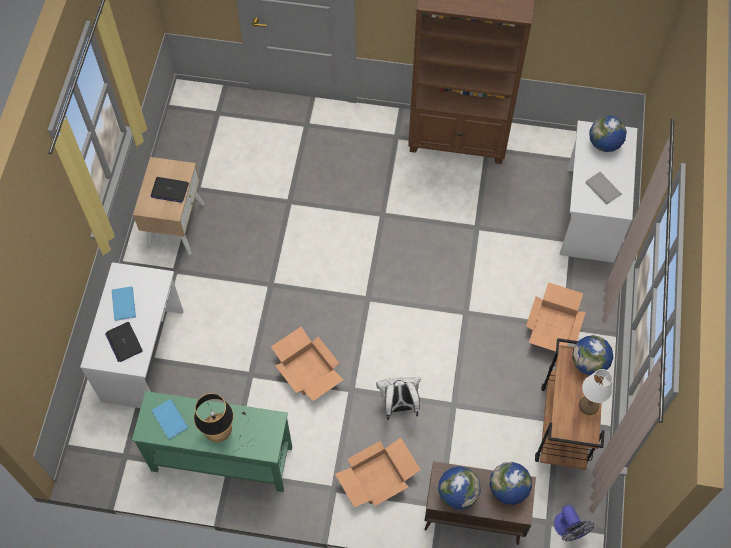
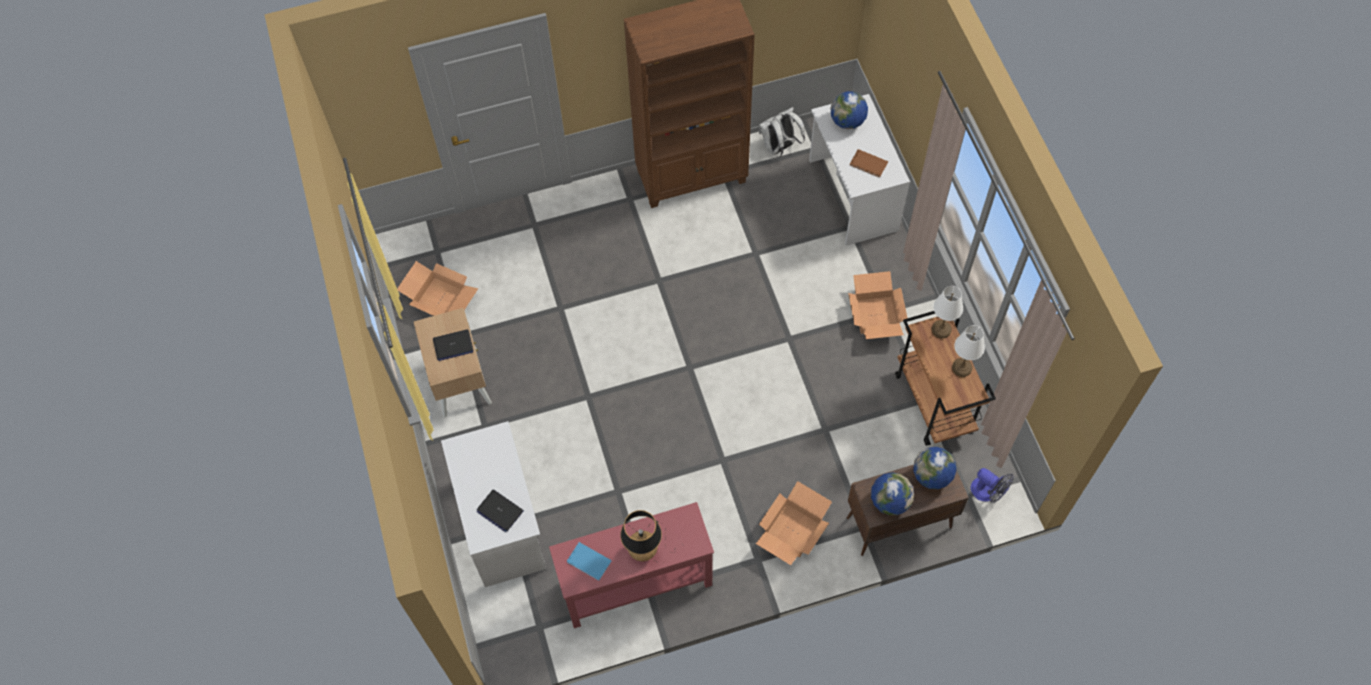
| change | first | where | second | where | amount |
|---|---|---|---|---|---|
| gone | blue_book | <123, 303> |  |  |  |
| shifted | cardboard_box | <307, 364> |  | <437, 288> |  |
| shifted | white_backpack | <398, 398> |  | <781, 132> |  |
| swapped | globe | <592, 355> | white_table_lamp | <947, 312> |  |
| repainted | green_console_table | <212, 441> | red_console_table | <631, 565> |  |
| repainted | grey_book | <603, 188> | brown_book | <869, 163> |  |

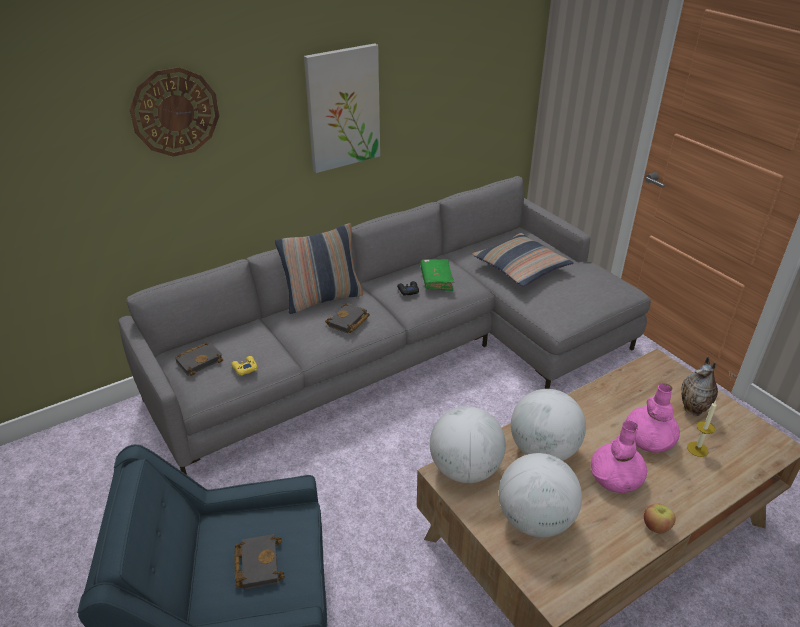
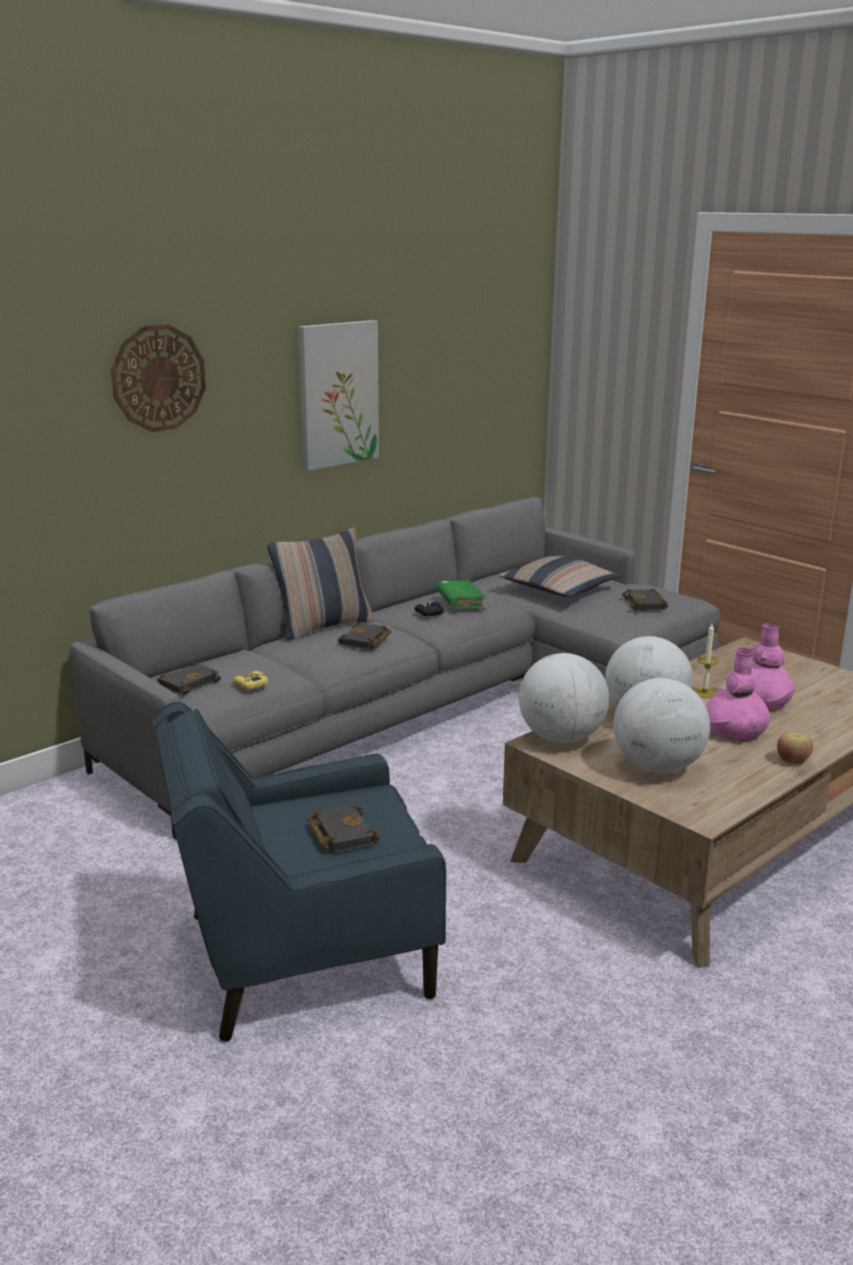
| change | first | where | second | where | amount |
|---|---|---|---|---|---|
| gone | vase | <699, 386> |  |  |  |
| new |  |  | black_book | <645, 600> |  |
| shifted | candle | <701, 429> |  | <706, 661> |  |

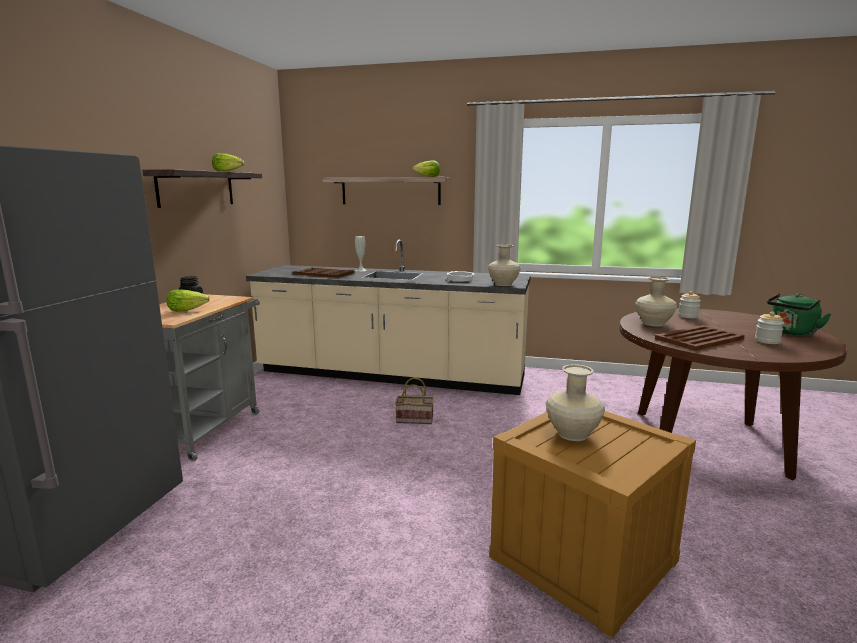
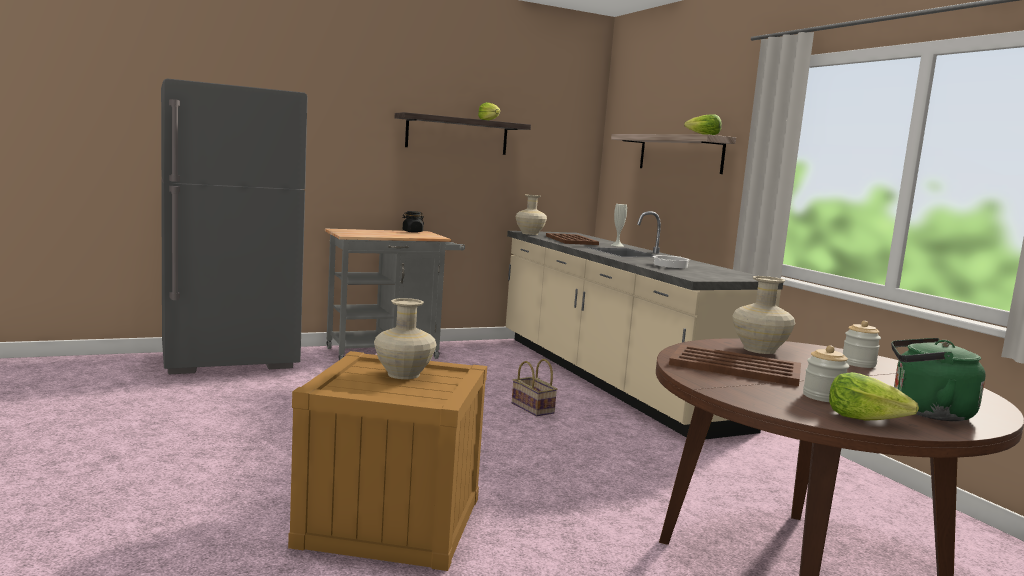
| change | first | where | second | where | amount |
|---|---|---|---|---|---|
| shifted | lettuce | <188, 300> |  | <874, 396> |  |
| shifted | beige_vase | <504, 265> |  | <531, 215> |  |

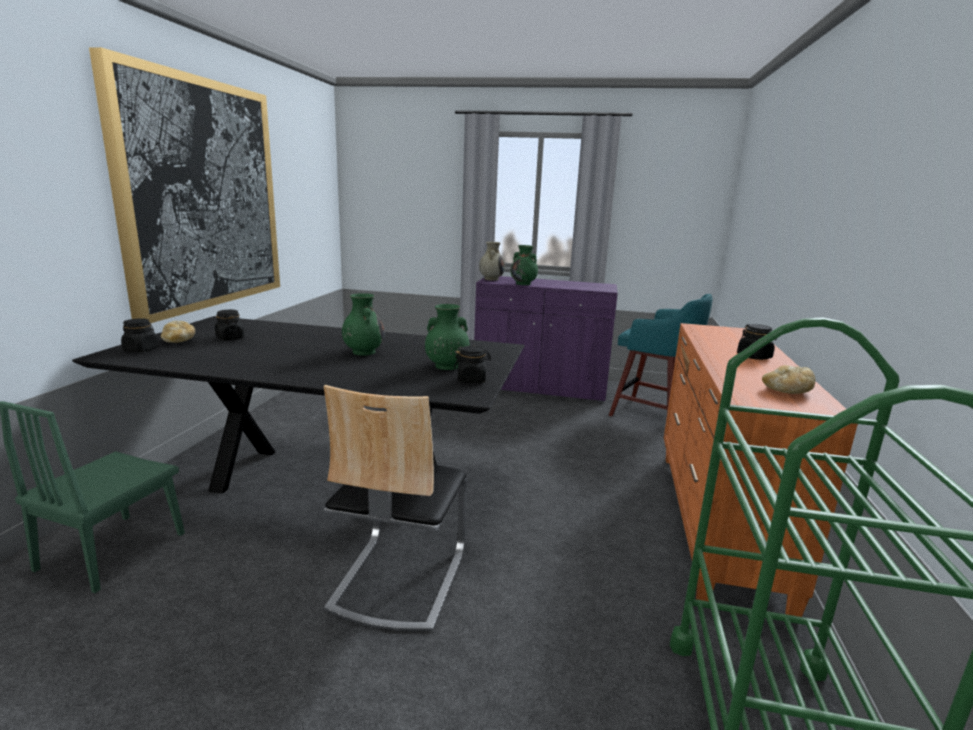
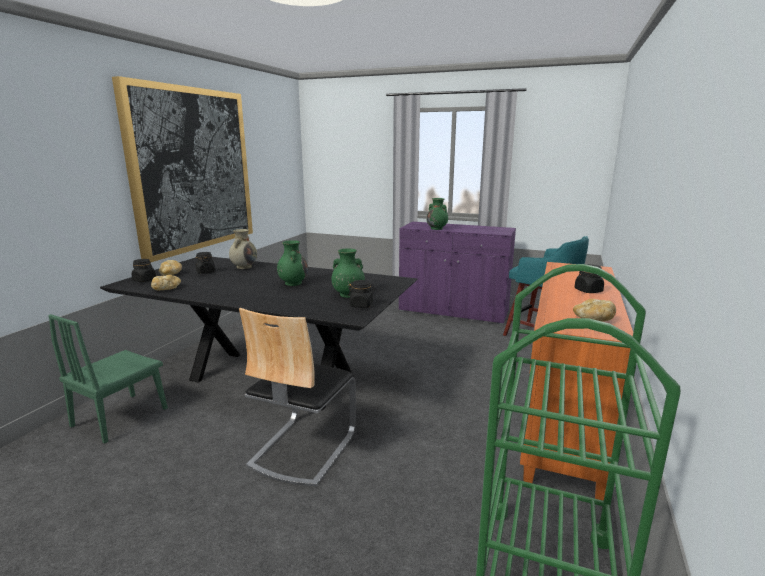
| change | first | where | second | where | amount |
|---|---|---|---|---|---|
| new |  |  | bread | <166, 282> |  |
| shifted | beige_vase | <492, 261> |  | <243, 249> |  |

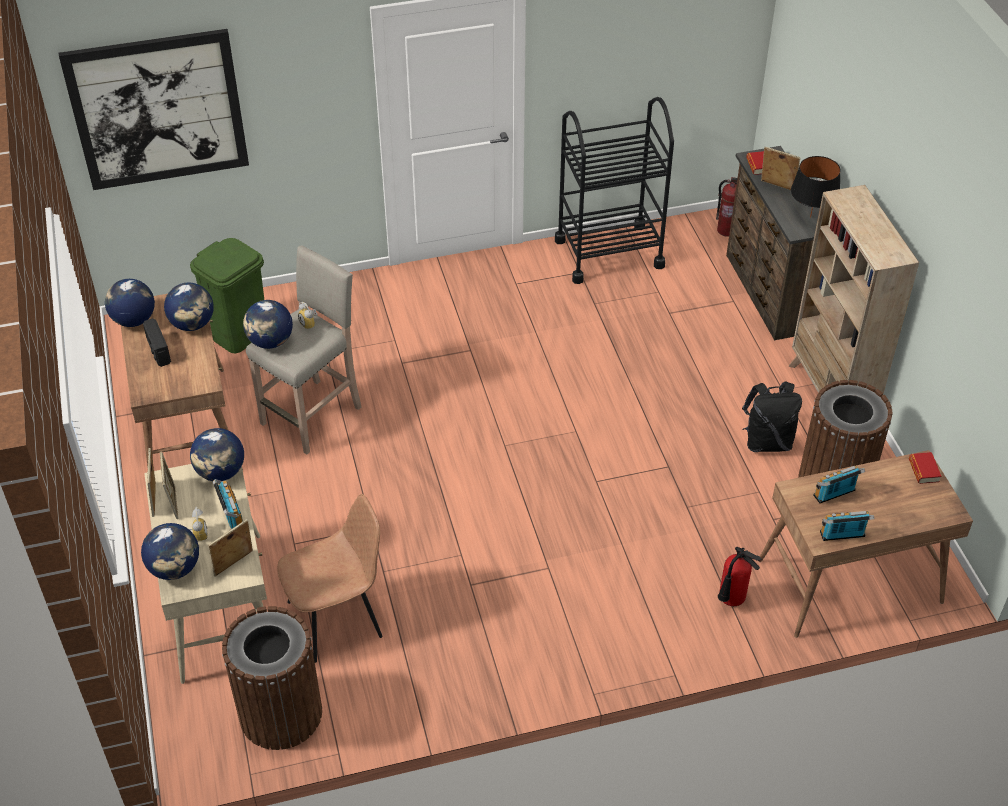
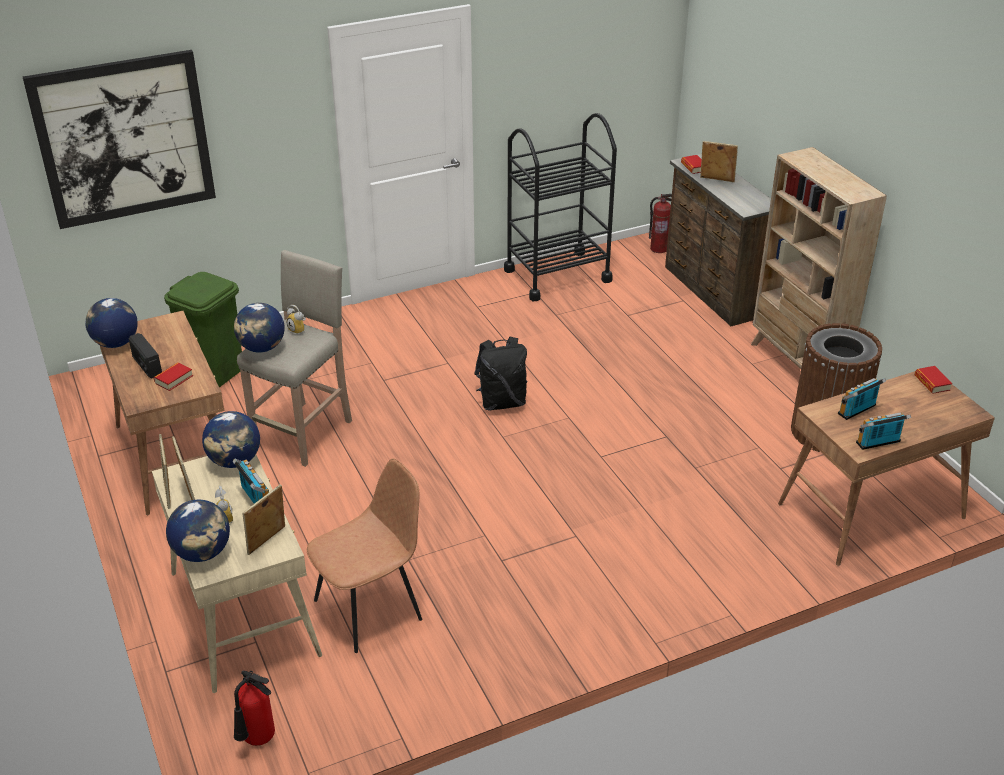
| change | first | where | second | where | amount |
|---|---|---|---|---|---|
| gone | globe | <189, 307> |  |  |  |
| gone | brown_trash_can | <272, 678> |  |  |  |
| gone | black_table_lamp | <816, 187> |  |  |  |
| new |  |  | book | <173, 376> |  |
| shifted | fire_extinguisher | <739, 576> |  | <254, 708> |  |
| shifted | black_backpack | <772, 416> |  | <500, 374> |  |

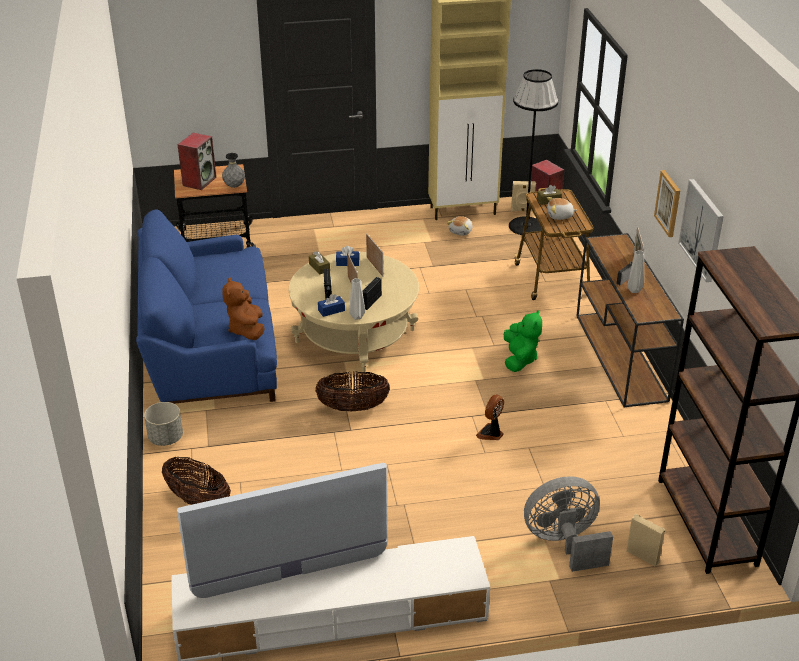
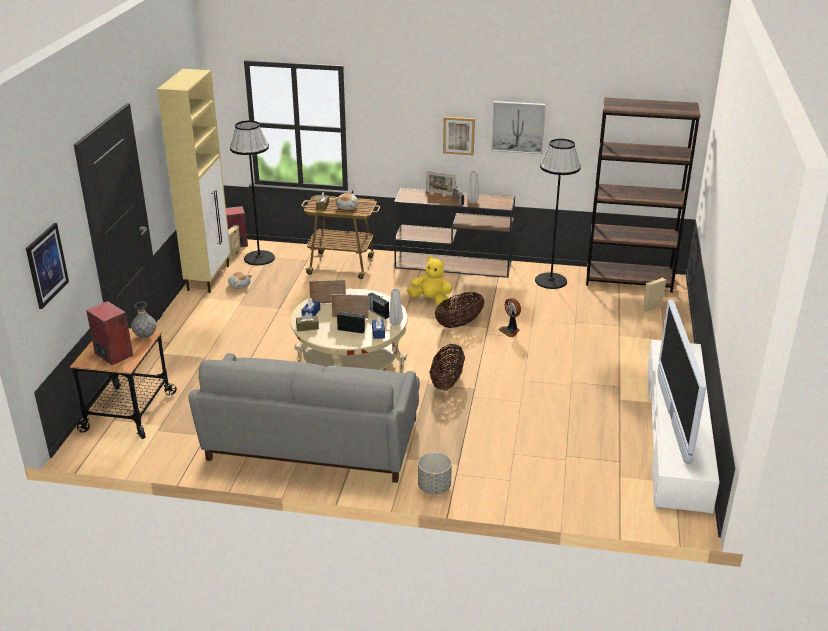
| change | first | where | second | where | amount |
|---|---|---|---|---|---|
| gone | brown_plush_toy | <243, 309> |  |  |  |
| gone | grey_fan | <568, 524> |  |  |  |
| new |  |  | picture | <47, 266> |  |
| new |  |  | black_floor_lamp | <558, 214> |  |
| shifted | basket | <196, 481> |  | <460, 310> |  |
| repainted | blue_sofa | <206, 307> | grey_sofa | <304, 418> |  |
| repainted | green_plush_toy | <523, 341> | yellow_plush_toy | <429, 281> |  |

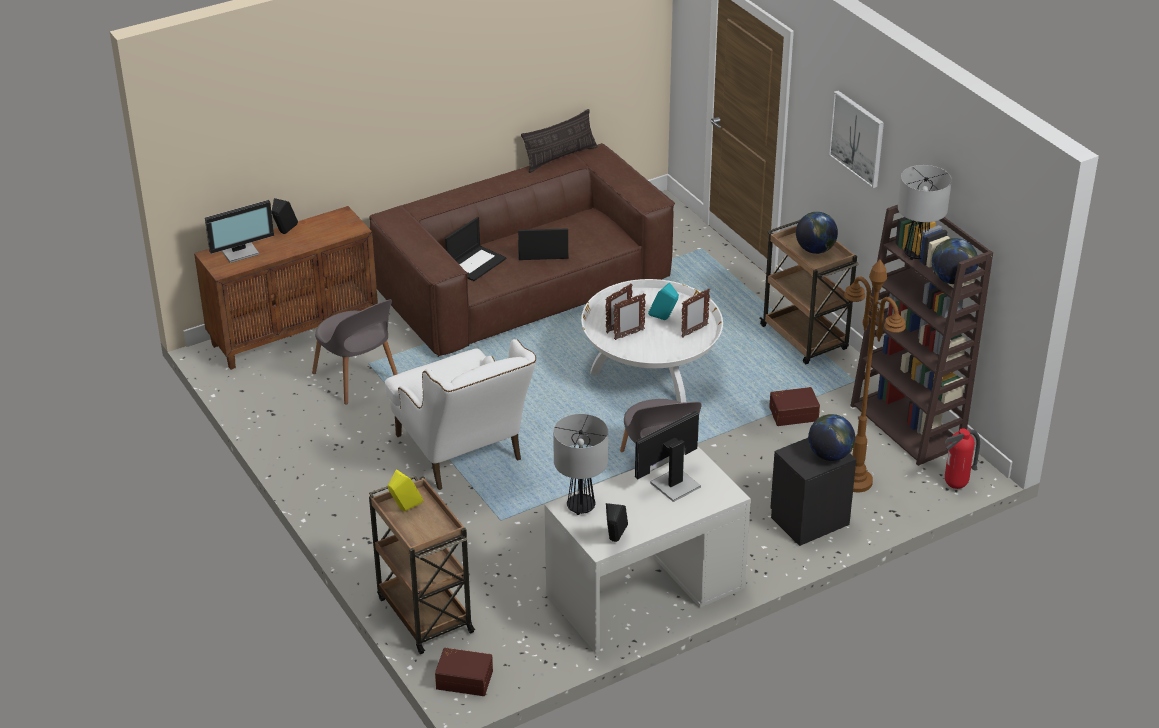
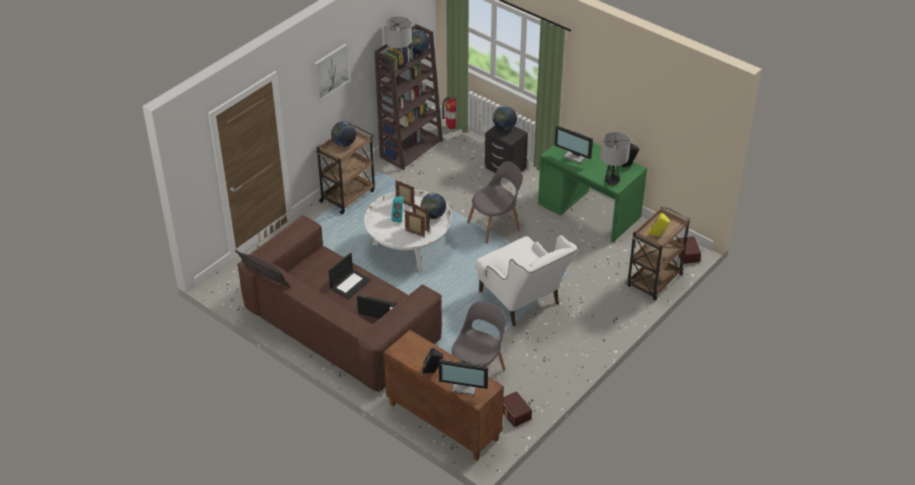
| change | first | where | second | where | amount |
|---|---|---|---|---|---|
| gone | brown_floor_lamp | <875, 376> |  |  |  |
| new |  |  | globe | <433, 206> |  |
| shifted | brown_storage_box | <794, 406> |  | <517, 409> |  |
| repainted | white_desk | <647, 549> | green_desk | <592, 192> |  |
| rotated | monitor | <239, 231> |  | <463, 377> | 150 degrees clockwise |
| rotated | white_armchair | <460, 414> |  | <526, 280> | 105 degrees clockwise |
| rotated | laptop | <543, 244> |  | <350, 276> | 120 degrees counterclockwise |

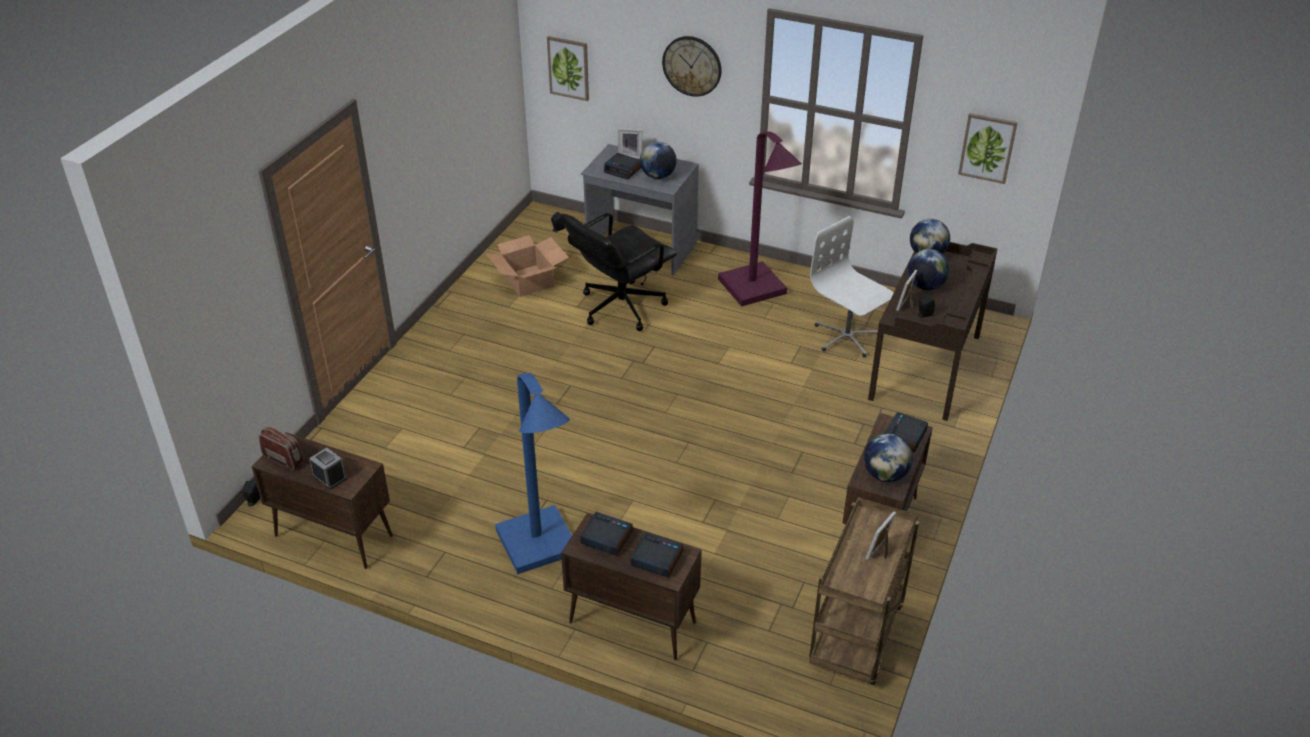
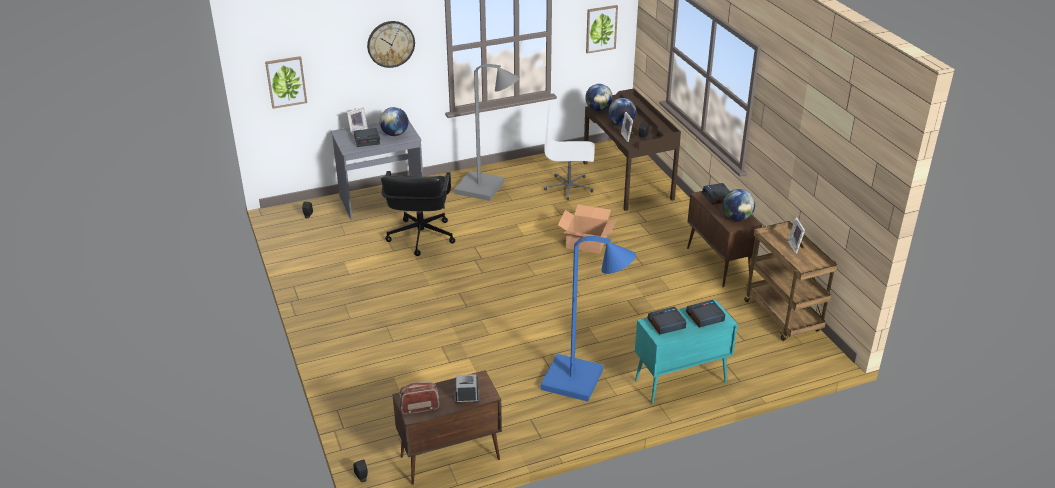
| change | first | where | second | where | amount |
|---|---|---|---|---|---|
| shifted | cardboard_box | <527, 266> |  | <587, 229> |  |
| repainted | brown_cabinet | <631, 586> | turquoise_cabinet | <686, 352> |  |
| repainted | purple_floor_lamp | <760, 219> | grey_floor_lamp | <487, 132> |  |

